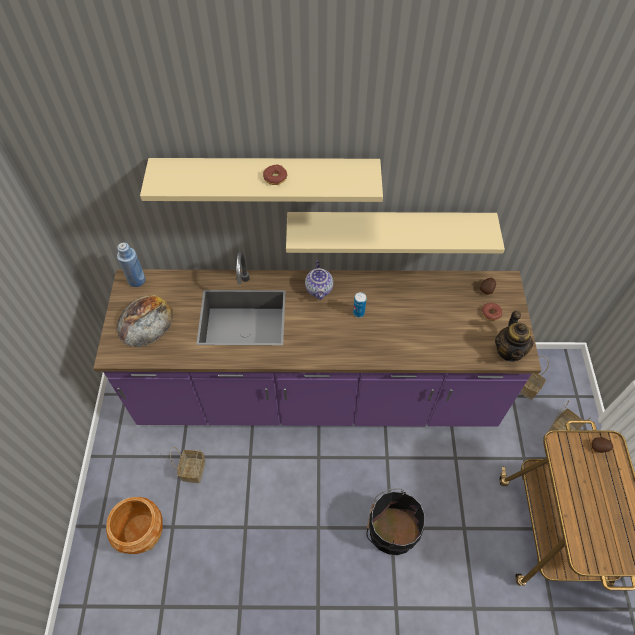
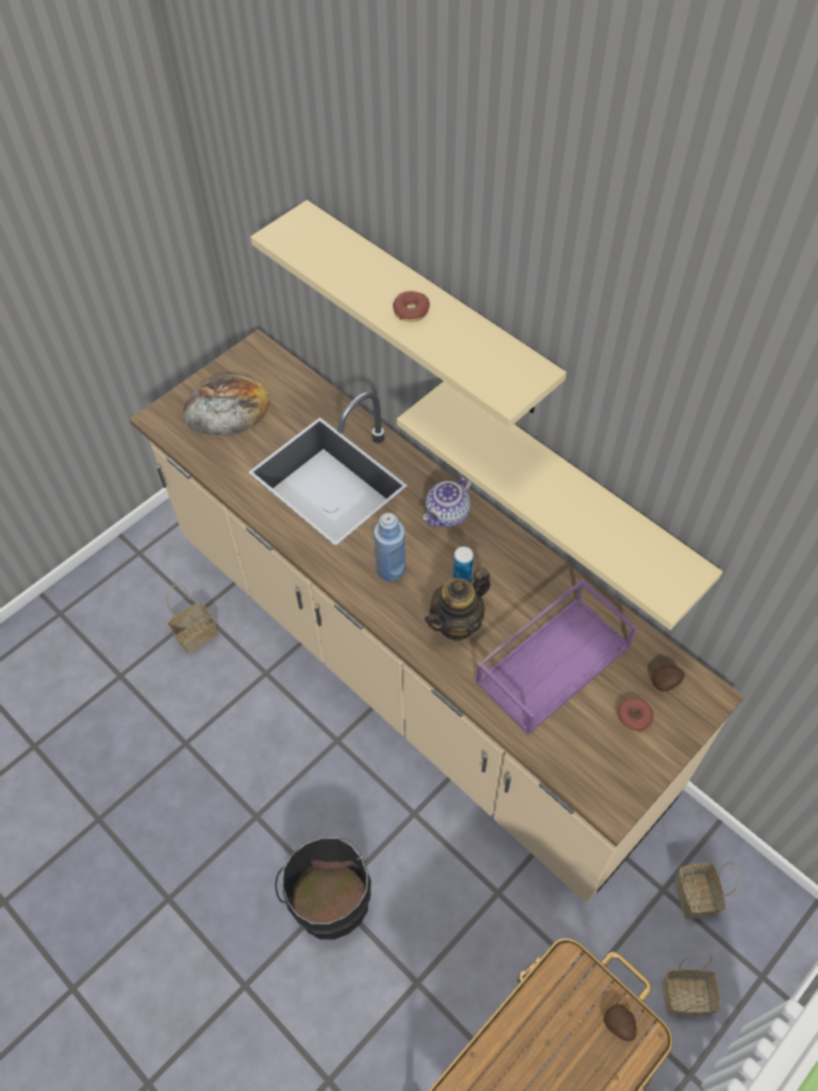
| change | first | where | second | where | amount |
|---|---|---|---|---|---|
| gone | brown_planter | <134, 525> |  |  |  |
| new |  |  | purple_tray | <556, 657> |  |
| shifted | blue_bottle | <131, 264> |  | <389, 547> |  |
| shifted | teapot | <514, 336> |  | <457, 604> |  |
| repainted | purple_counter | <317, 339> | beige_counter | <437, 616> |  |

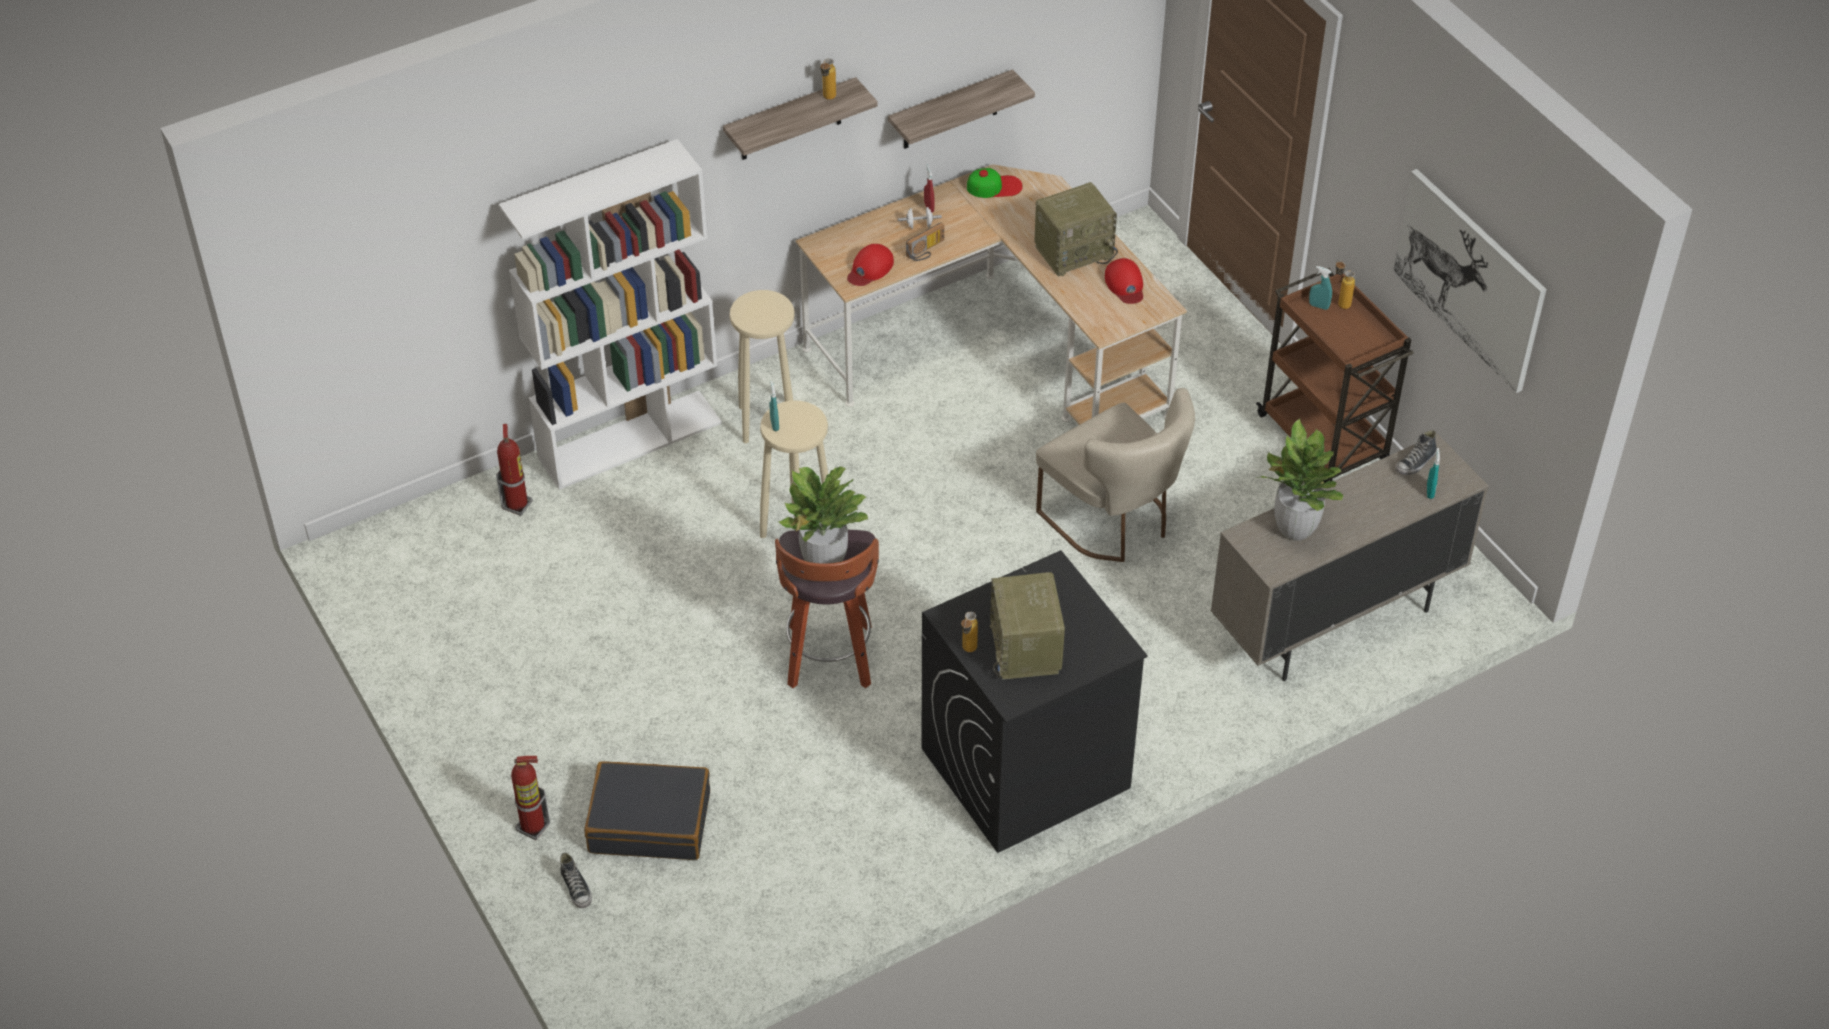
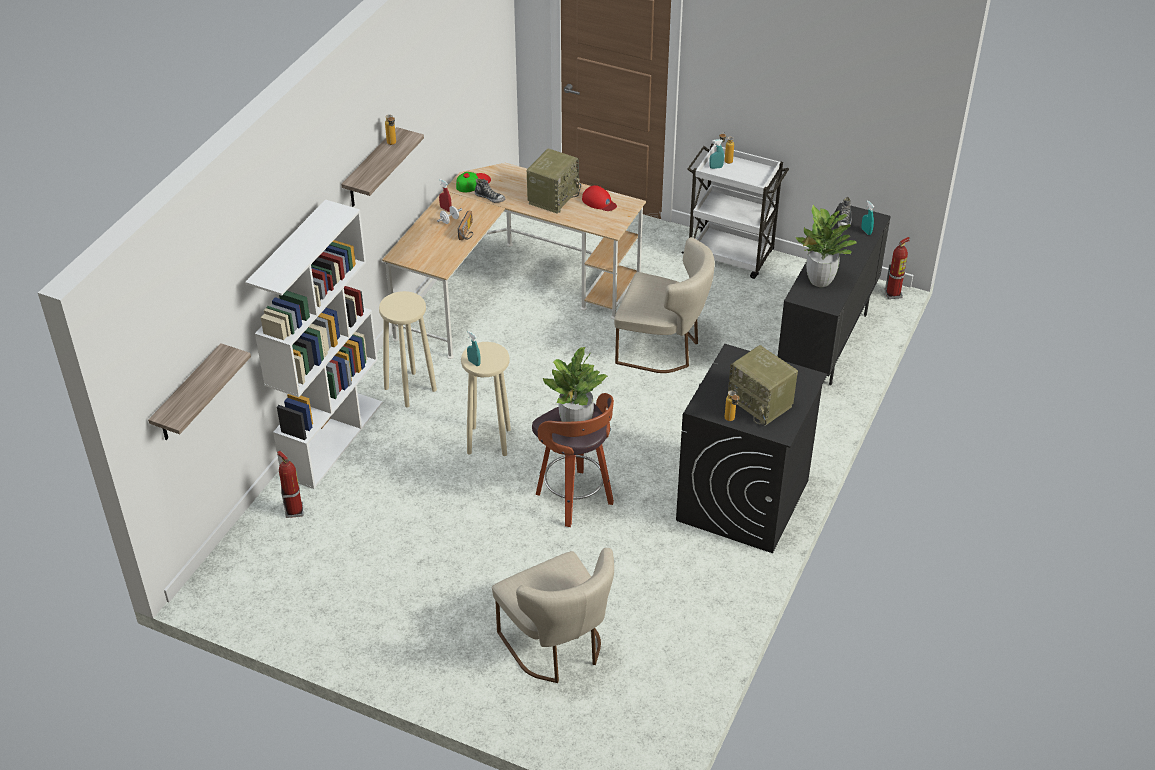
| change | first | where | second | where | amount |
|---|---|---|---|---|---|
| gone | red_cap | <870, 265> |  |  |  |
| gone | picture | <1469, 281> |  |  |  |
| shifted | fire_extinguisher | <530, 798> |  | <897, 268> |  |
| shifted | shoe | <576, 880> |  | <490, 191> |  |
| shifted | shelf | <961, 109> |  | <199, 391> |  |
| swapped | black_suitcase | <647, 810> | beige_chair | <553, 615> |  |
| repainted | beige_cabinet | <1350, 557> | black_cabinet | <834, 294> |  |
| repainted | brown_cart | <1335, 375> | white_cart | <735, 211> |  |

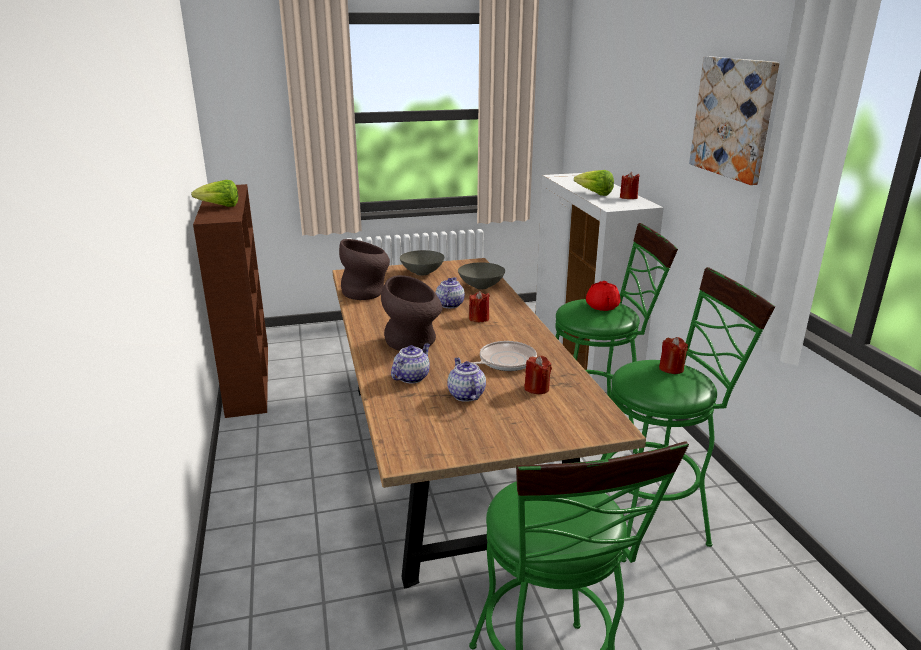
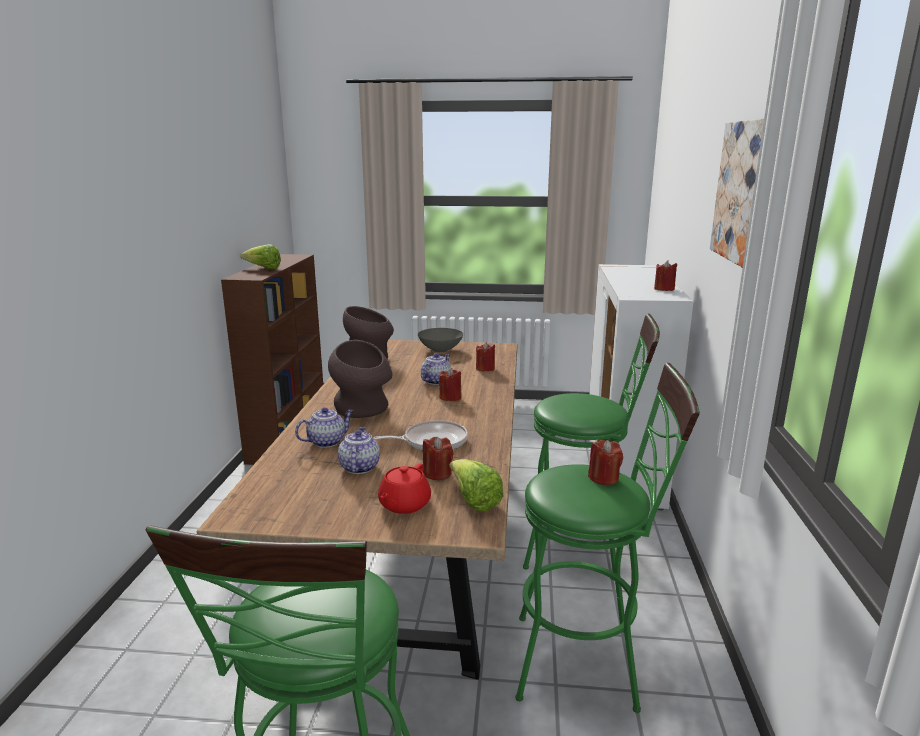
| change | first | where | second | where | amount |
|---|---|---|---|---|---|
| shifted | lettuce | <594, 183> |  | <476, 485> |  |
| shifted | red_teapot | <603, 296> |  | <404, 488> |  |
| swapped | grey_bowl | <481, 276> | red_candle | <485, 357> |  |

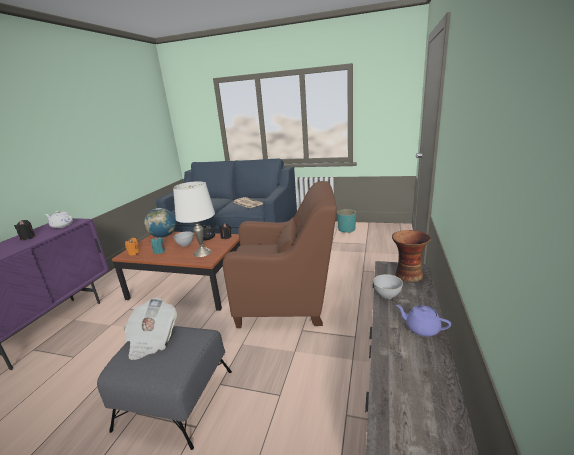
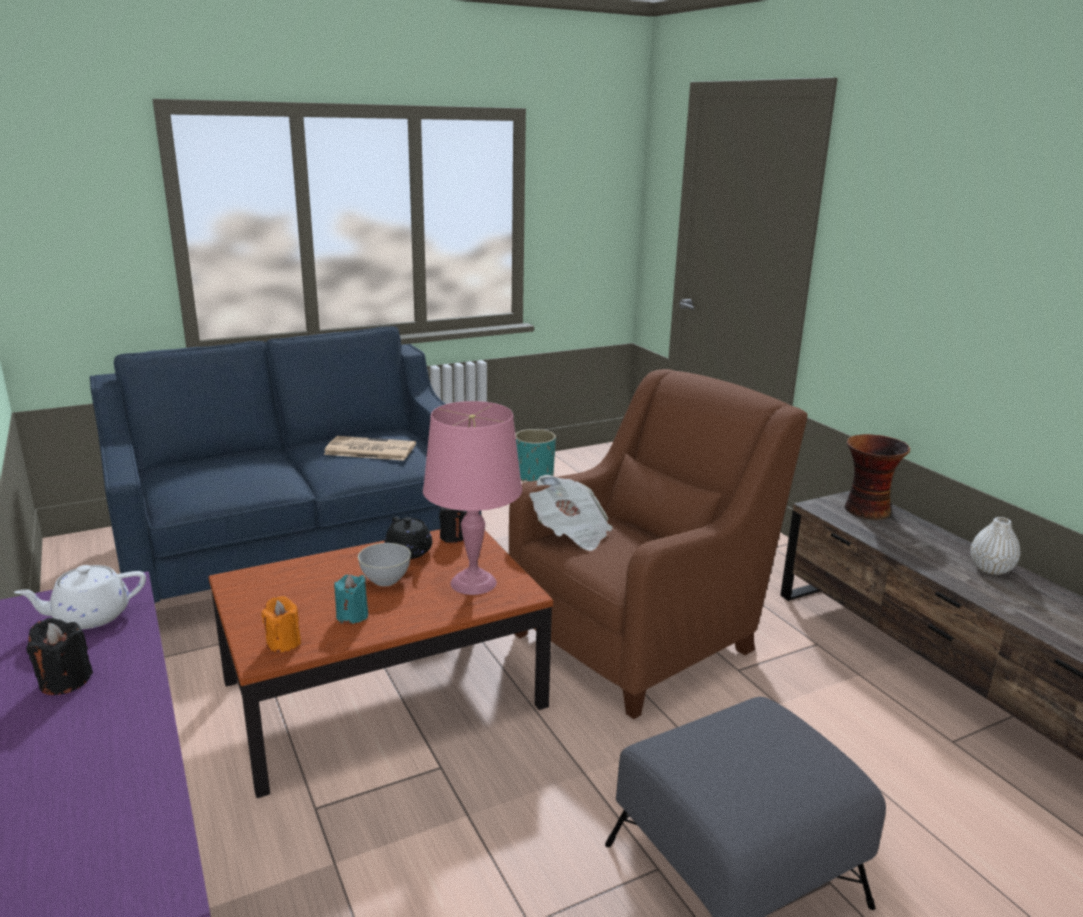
| change | first | where | second | where | amount |
|---|---|---|---|---|---|
| gone | globe | <160, 223> |  |  |  |
| gone | grey_bowl | <388, 286> |  |  |  |
| shifted | newspaper | <150, 329> |  | <571, 513> |  |
| swapped | purple_teapot | <423, 321> | white_vase | <995, 546> |  |
| repainted | white_table_lamp | <194, 219> | pink_table_lamp | <472, 498> |  |

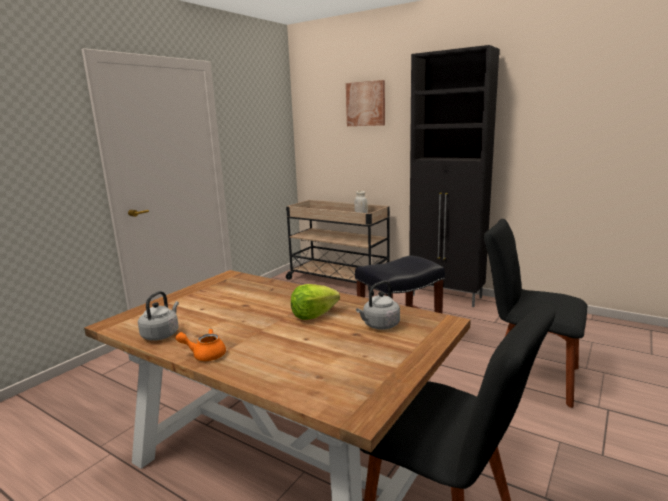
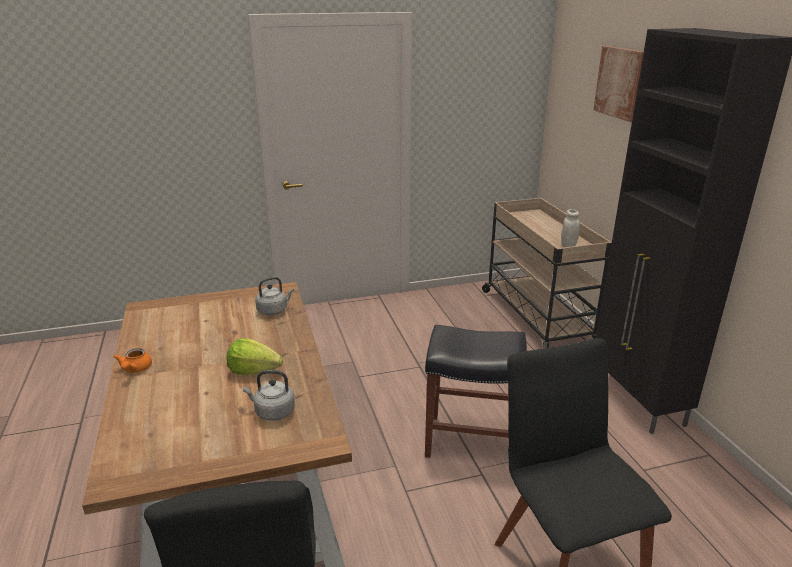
| change | first | where | second | where | amount |
|---|---|---|---|---|---|
| shifted | grey_kettle | <158, 316> |  | <274, 296> |  |
| rotated | orange_teapot | <201, 344> |  | <132, 360> | 135 degrees counterclockwise |

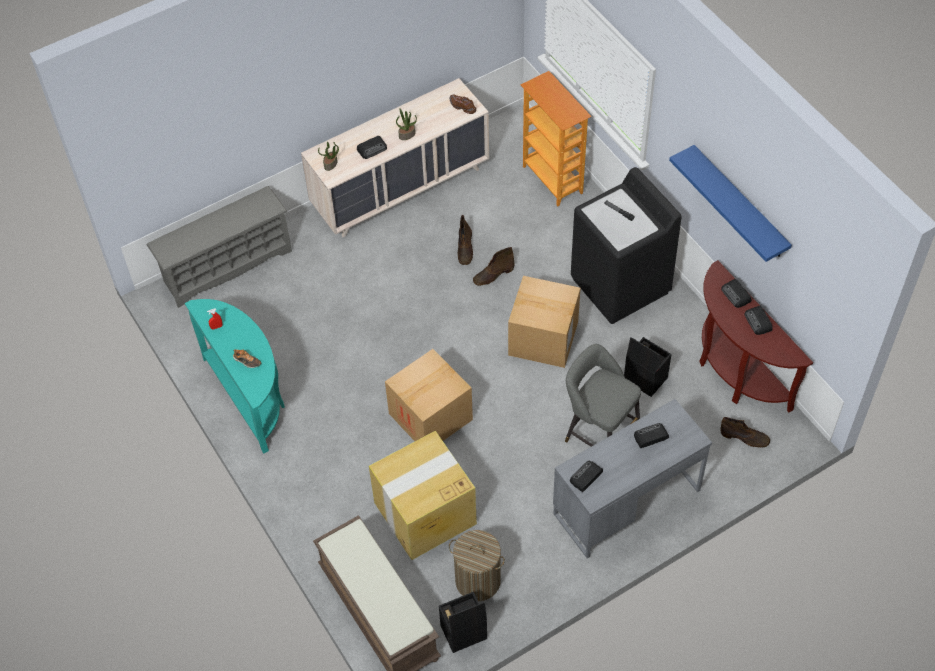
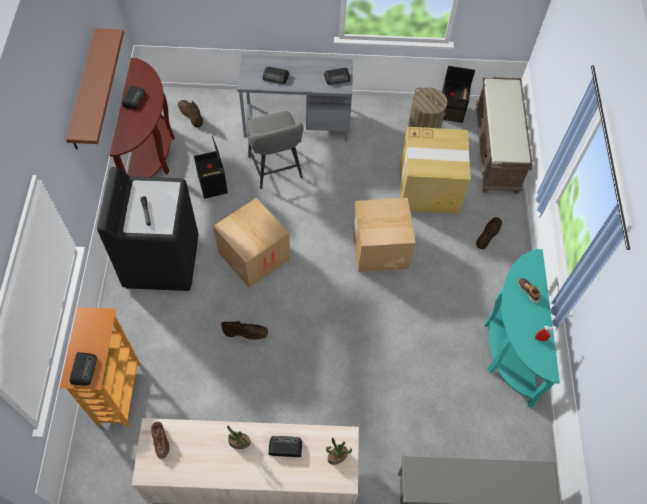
| change | first | where | second | where | amount |
|---|---|---|---|---|---|
| shifted | brown_boot | <465, 239> |  | <489, 233> |  |
| shifted | radio | <736, 293> |  | <83, 369> |  |
| repainted | blue_shelf | <730, 203> | brown_shelf | <95, 88> |  |

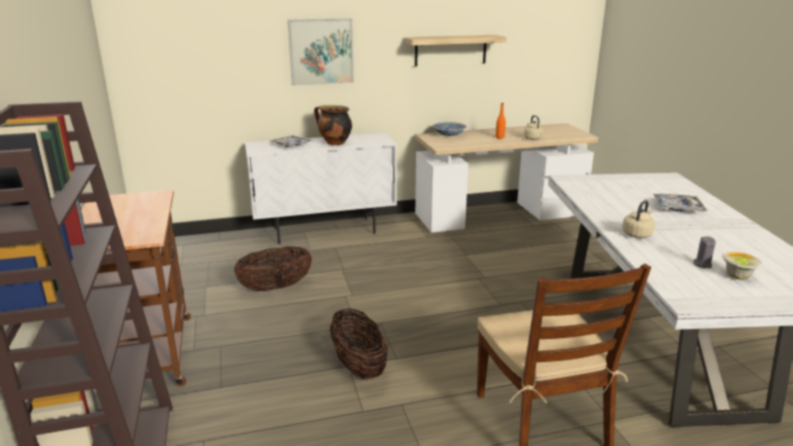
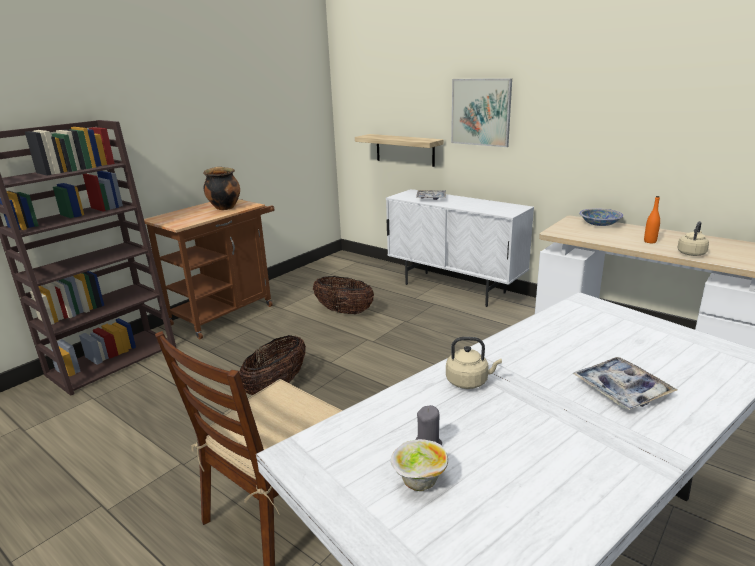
| change | first | where | second | where | amount |
|---|---|---|---|---|---|
| shifted | cooking_pot | <333, 125> |  | <221, 188> |  |
| shifted | shelf | <456, 50> |  | <399, 150> |  |

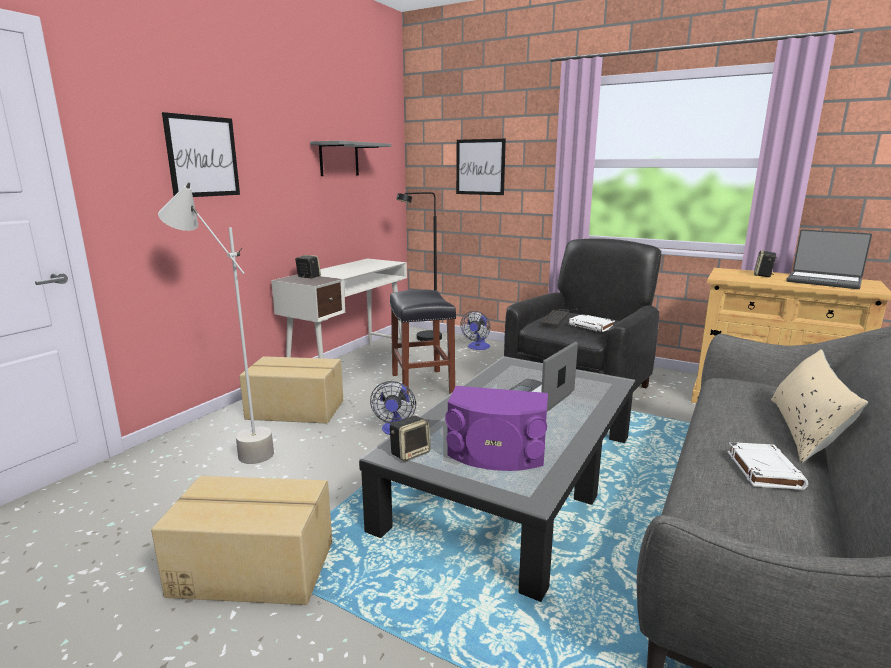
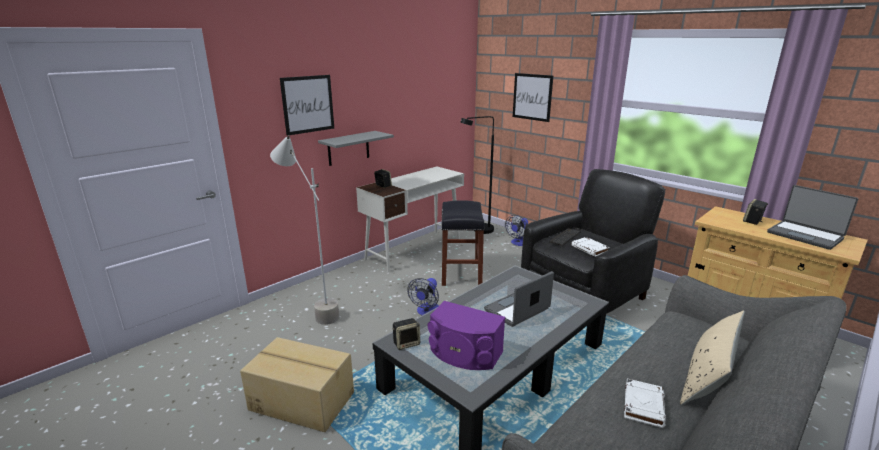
| change | first | where | second | where | amount |
|---|---|---|---|---|---|
| gone | cardboard_box | <291, 390> |  |  |  |
| shifted | grey_shelf | <350, 158> |  | <356, 148> |  |

